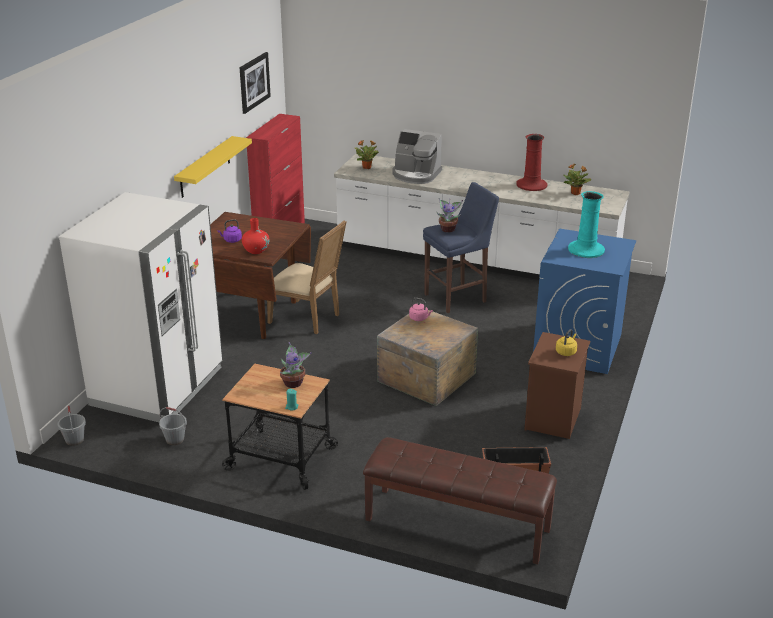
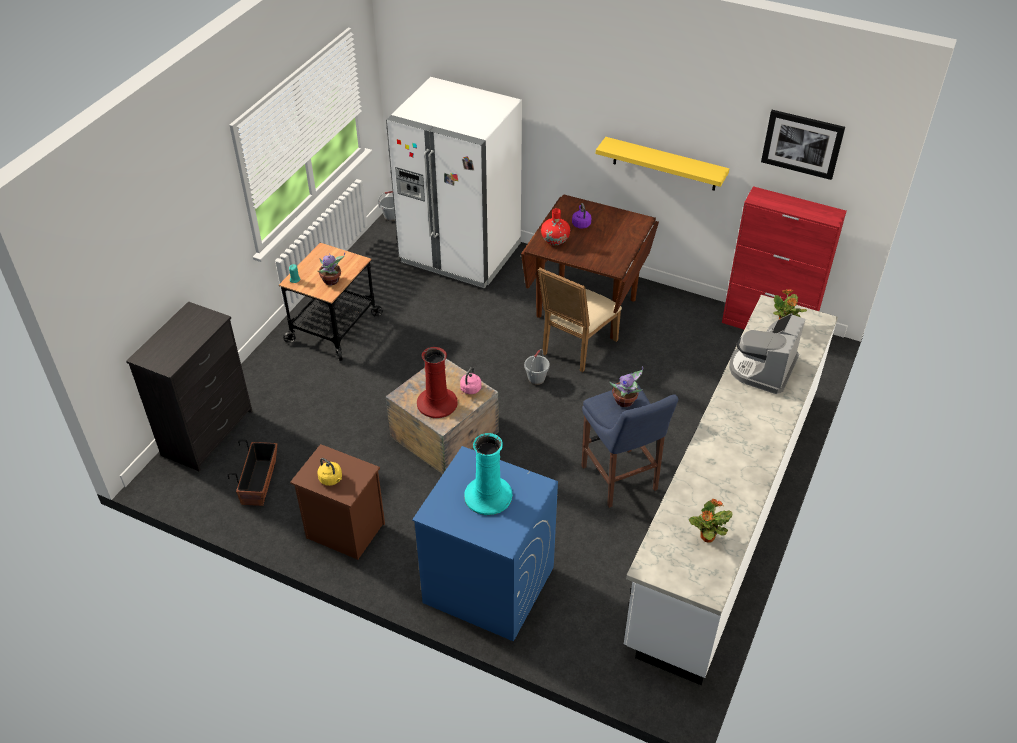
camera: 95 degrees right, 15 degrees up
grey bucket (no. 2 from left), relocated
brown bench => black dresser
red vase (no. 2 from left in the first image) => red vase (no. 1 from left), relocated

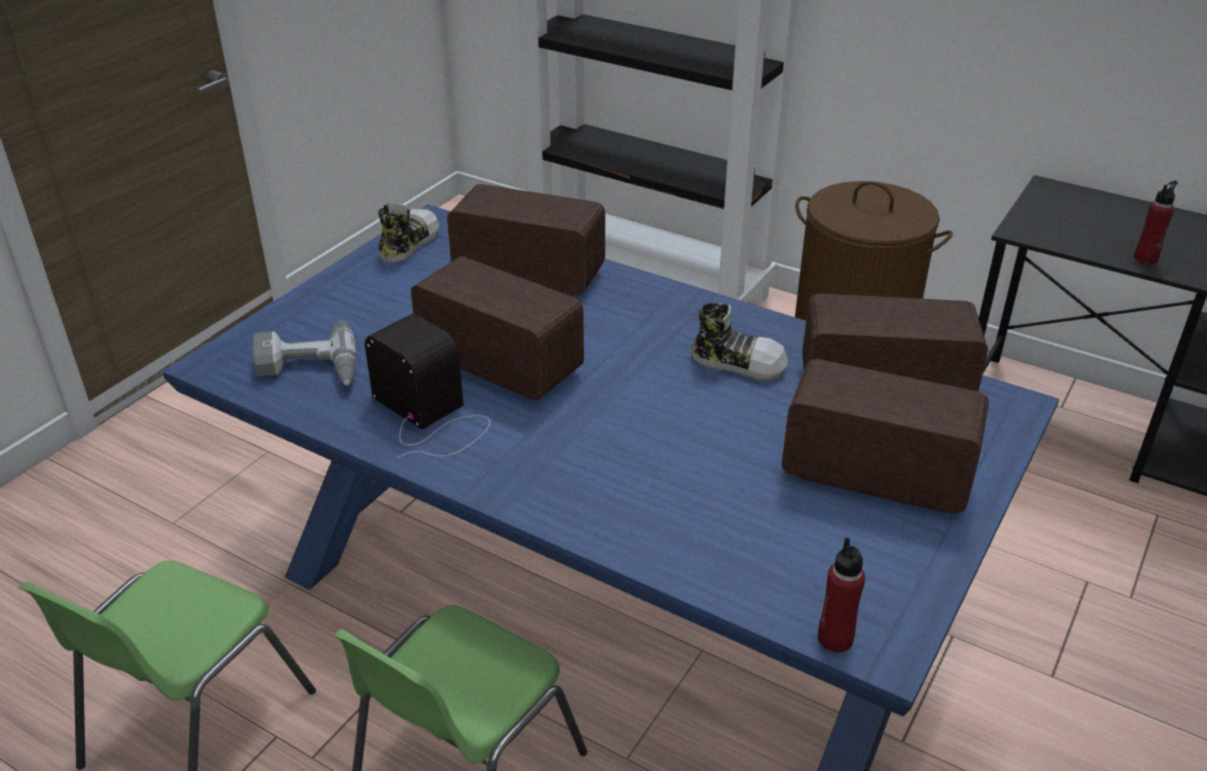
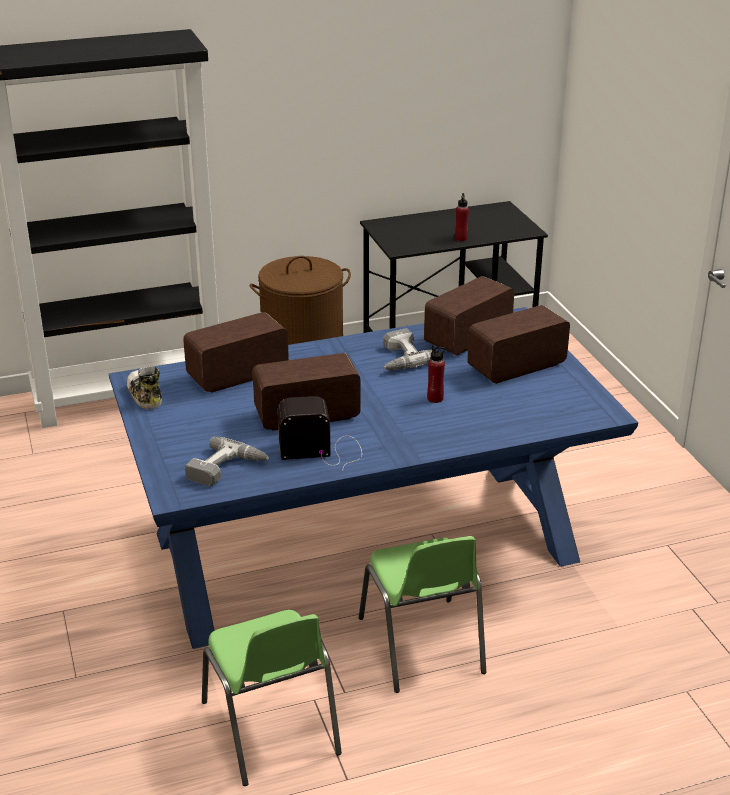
camera: 50 degrees left, 5 degrees down
shoe (no. 2 from left) => power drill (no. 2 from left)
red bottle (no. 1 from left), relocated

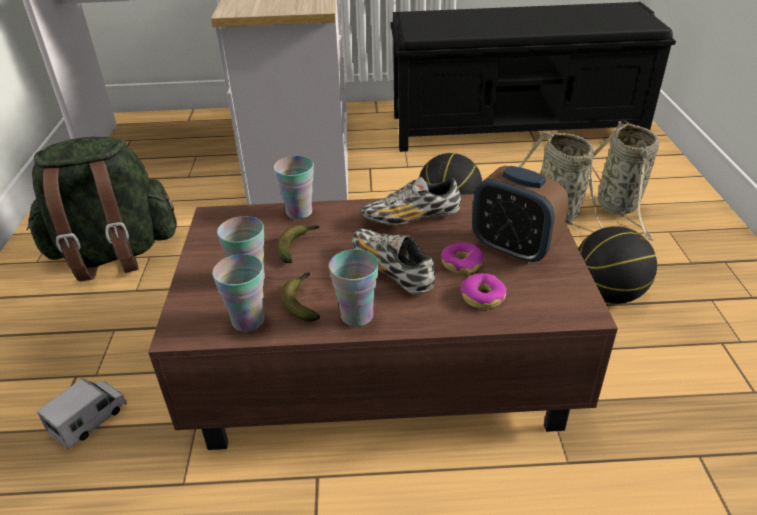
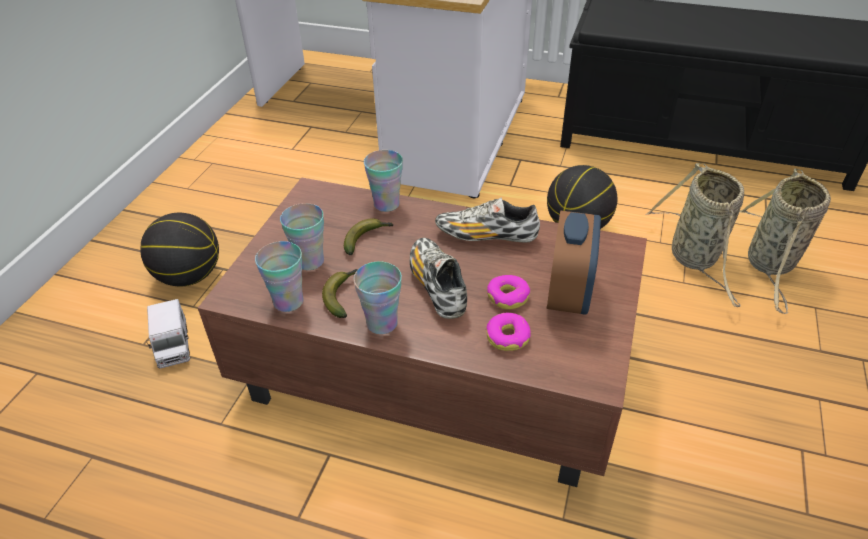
camera: 20 degrees right, 5 degrees up
green backpack => nothing
toy truck, 105 degrees clockwise
alarm clock, 135 degrees counterclockwise
basketball (no. 2 from left in the first image) => basketball (no. 1 from left), relocated

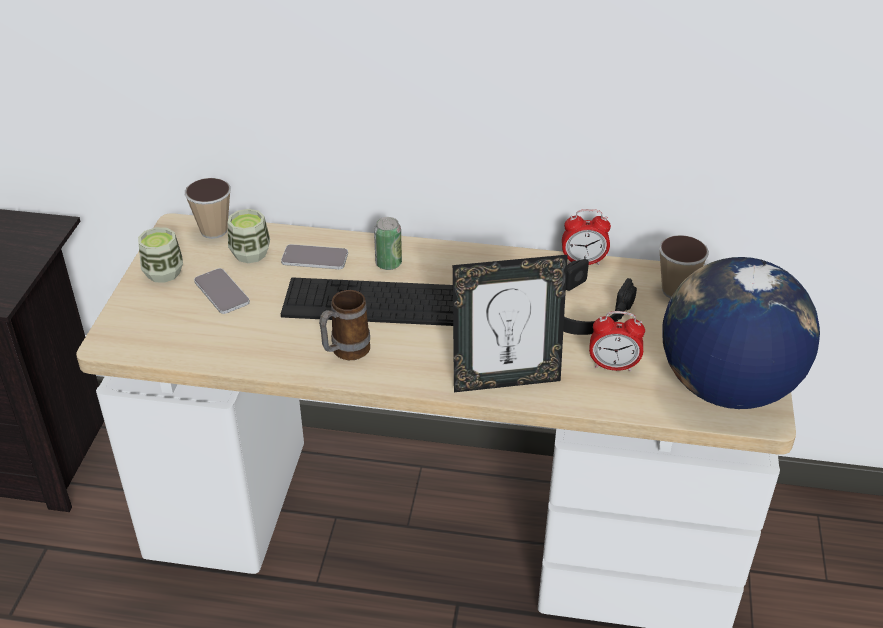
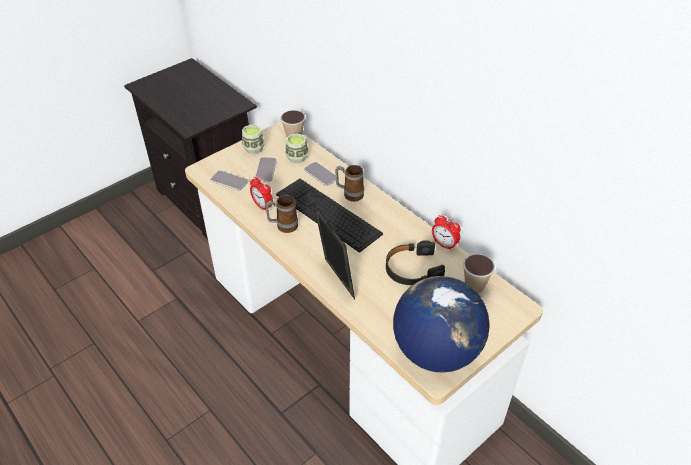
camera: 40 degrees right, 5 degrees up
can => mug (no. 2 from left)
picture frame, 150 degrees counterclockwise
alarm clock (no. 2 from left in the first image) => alarm clock (no. 1 from left), relocated
nothing => phone (no. 1 from left)

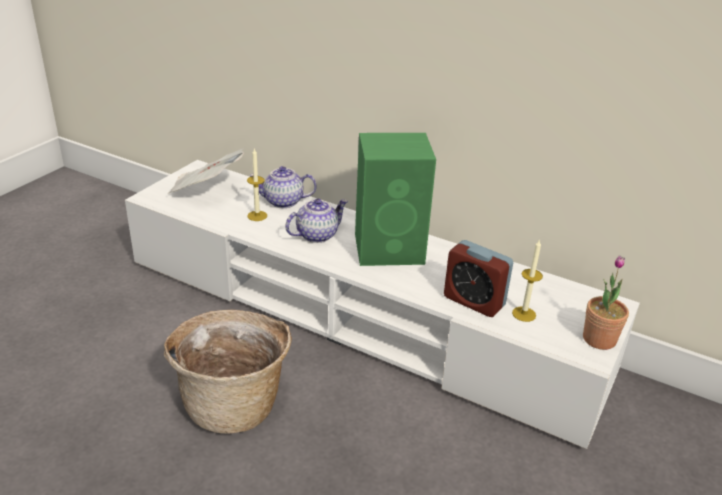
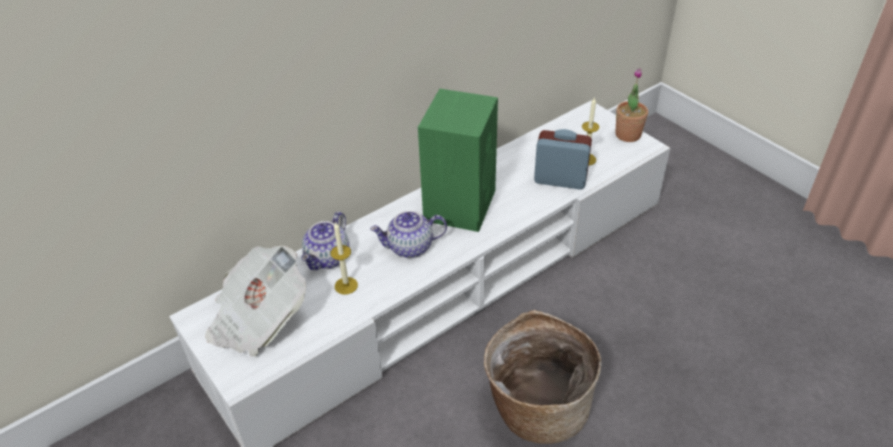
camera: 65 degrees left, 10 degrees up
teapot (no. 2 from left), 90 degrees counterclockwise
alarm clock, 135 degrees counterclockwise

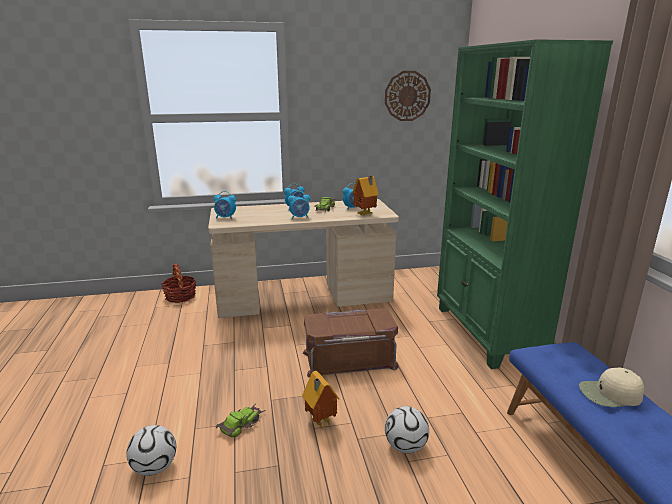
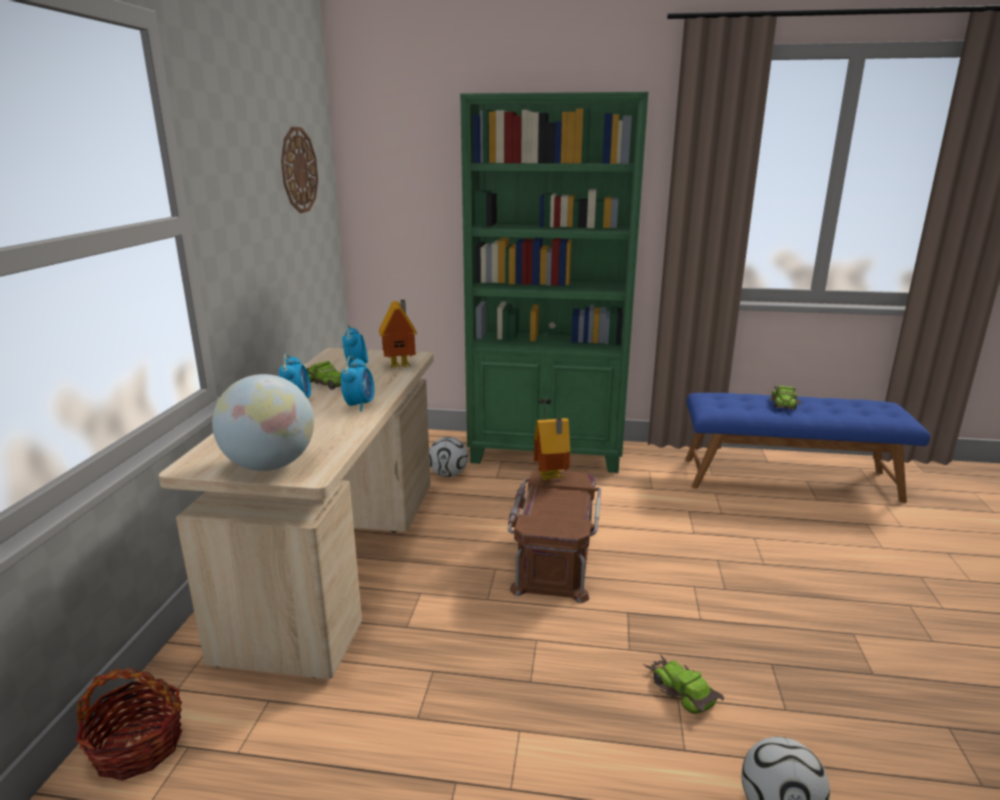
camera: 70 degrees left, 0 degrees up
alarm clock (no. 1 from left) => globe
toy house (no. 1 from left in the first image) => toy house (no. 2 from left), relocated
football (no. 2 from left in the first image) => football (no. 1 from left), relocated
beige cap => toy car (no. 3 from left)

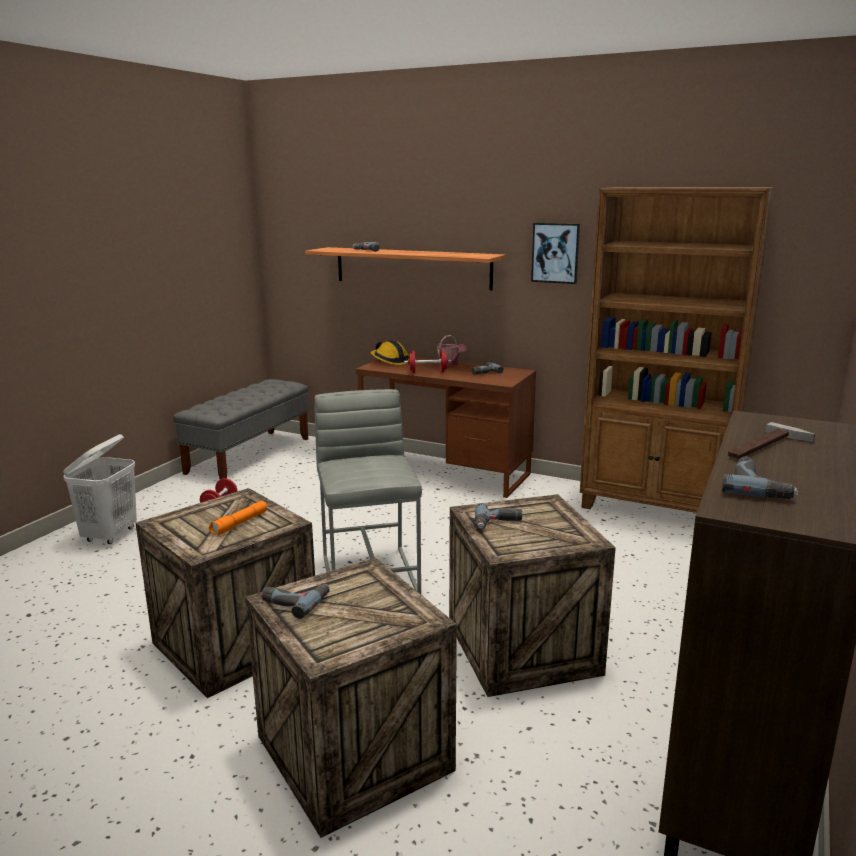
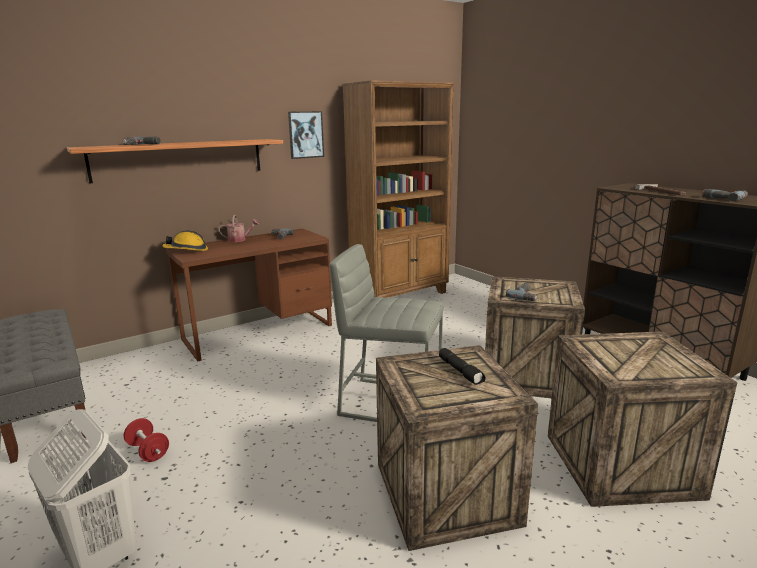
camera: 60 degrees left, 0 degrees up
orange flashlight => black flashlight
power drill (no. 1 from left) => nothing
red dumbbell (no. 2 from left) => nothing

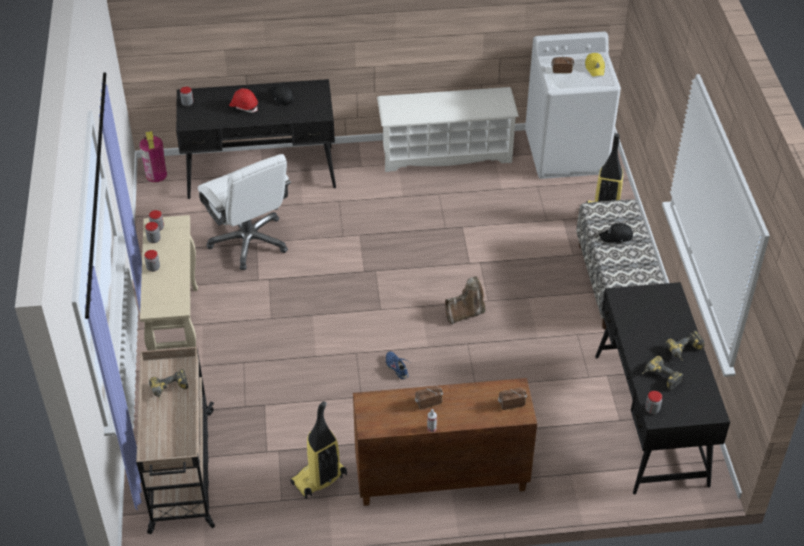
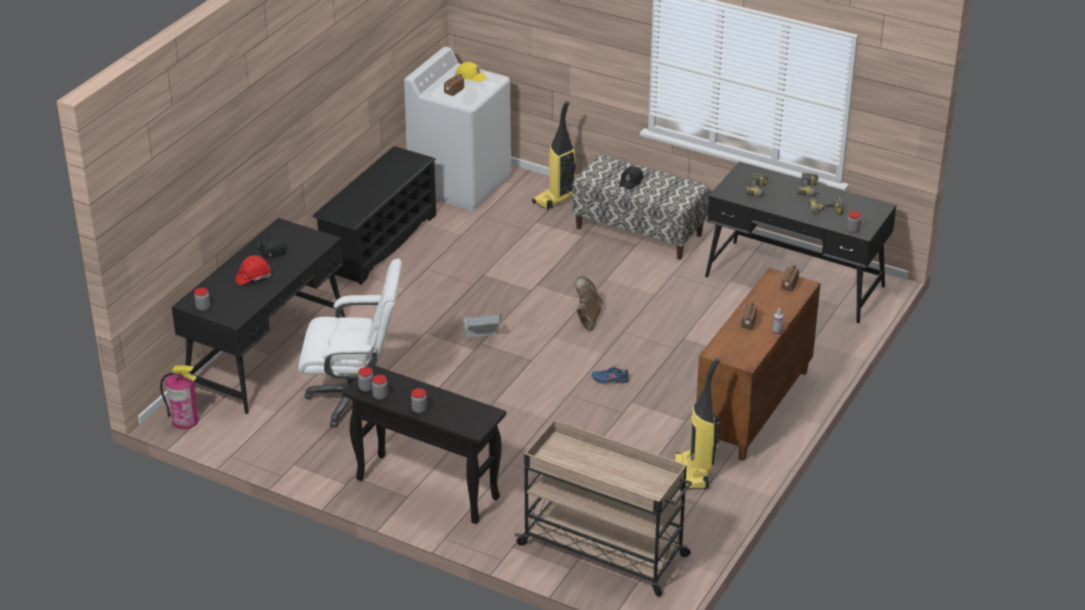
camera: 55 degrees left, 10 degrees down
beige console table => black console table
power drill (no. 1 from left), relocated
white shoe rack => black shoe rack
nothing => cardboard box

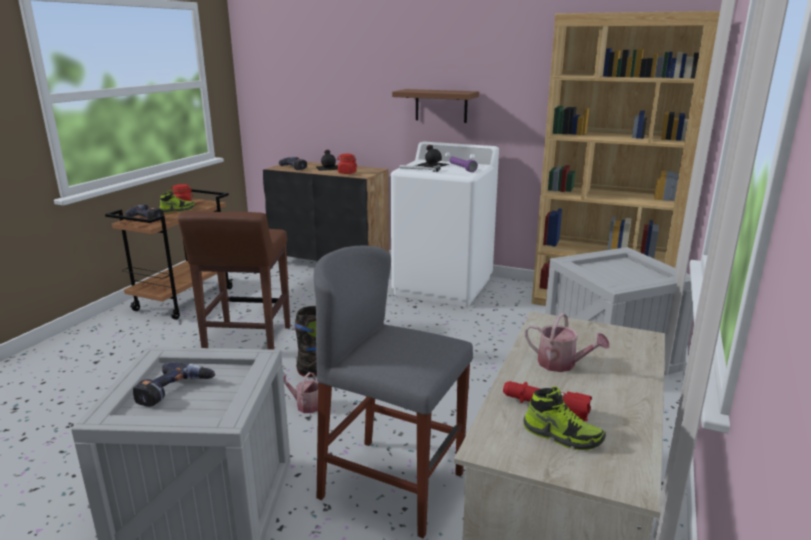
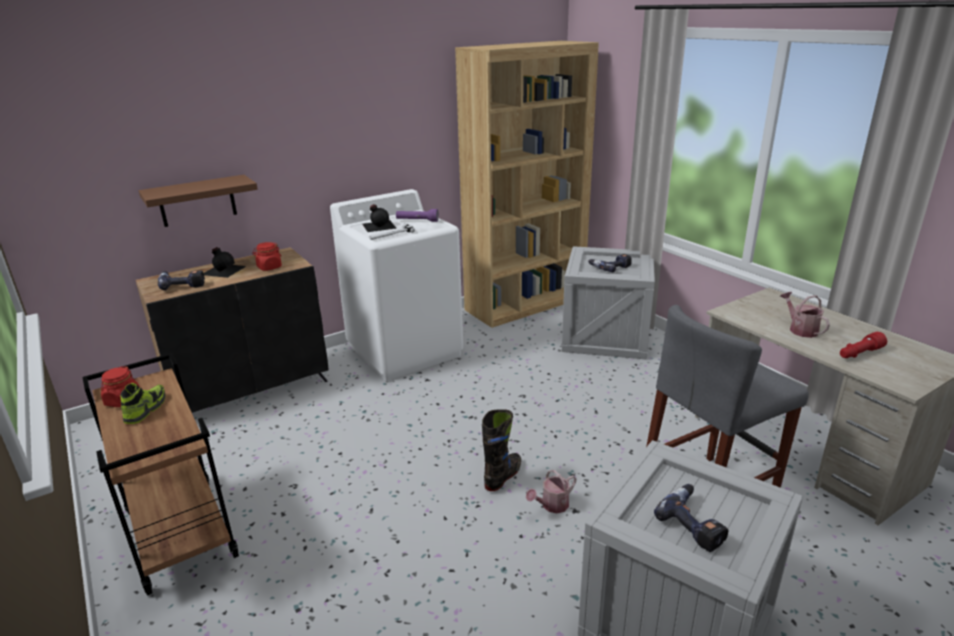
camera: 55 degrees left, 5 degrees up
power drill (no. 1 from left in the first image) => power drill (no. 2 from left), relocated
brown stool => nothing
brown shelf, relocated
shoe (no. 2 from left) => nothing
watering can (no. 2 from left), 90 degrees counterclockwise

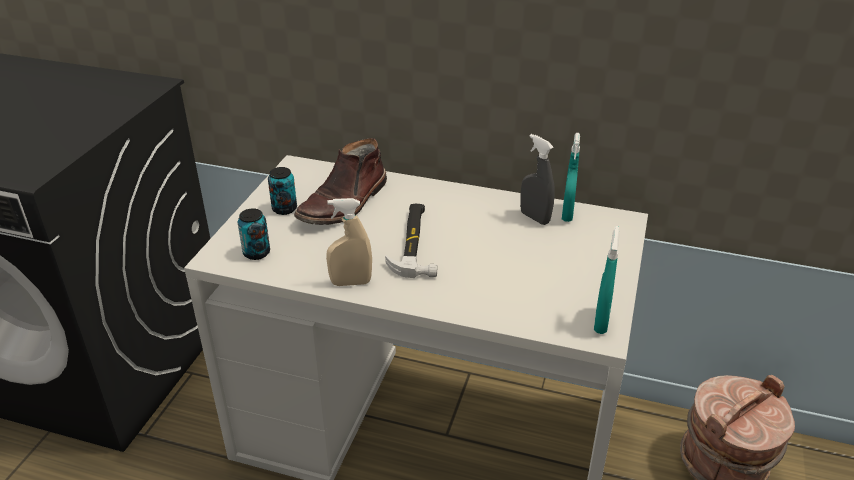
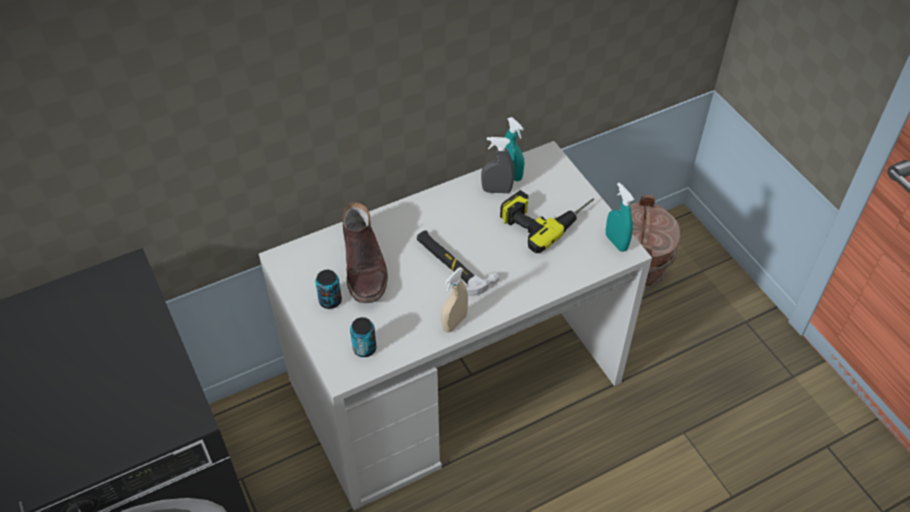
camera: 45 degrees left, 15 degrees up
nothing => power drill

